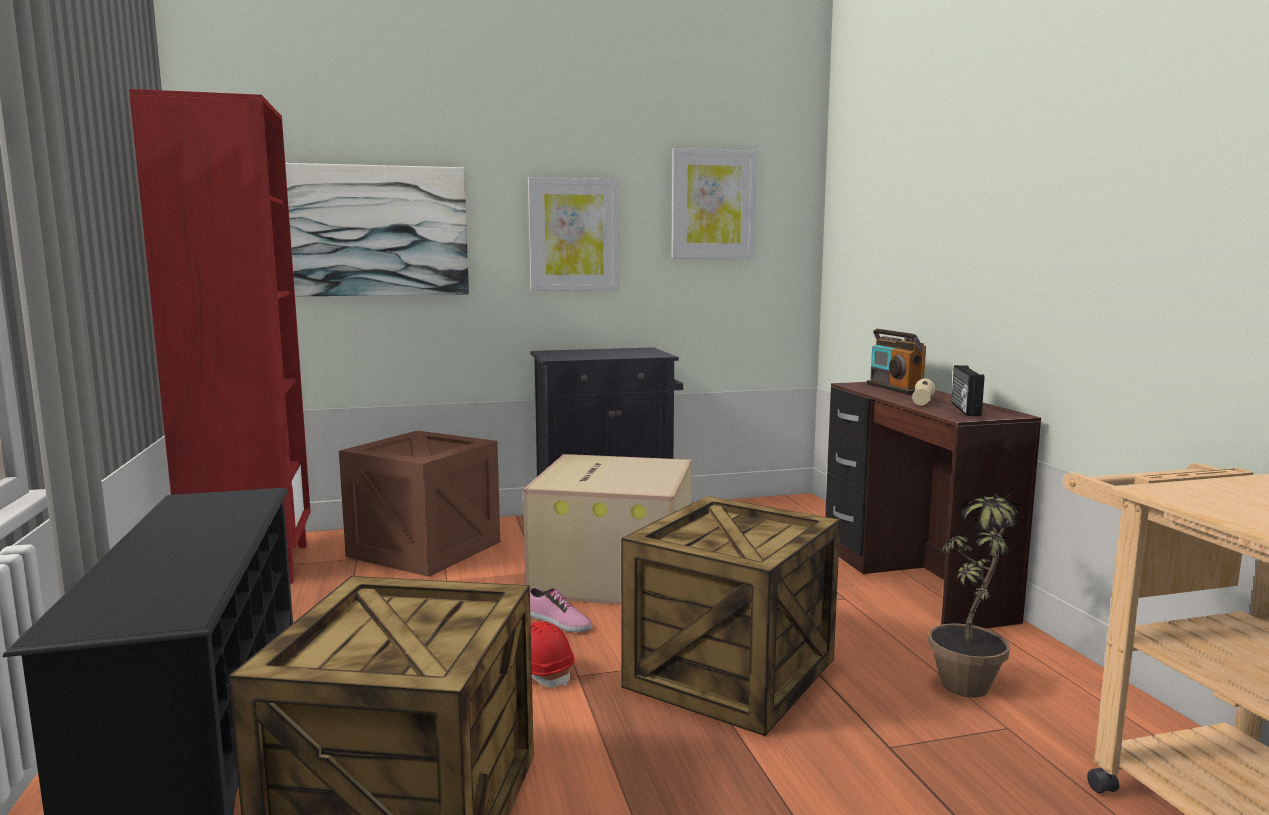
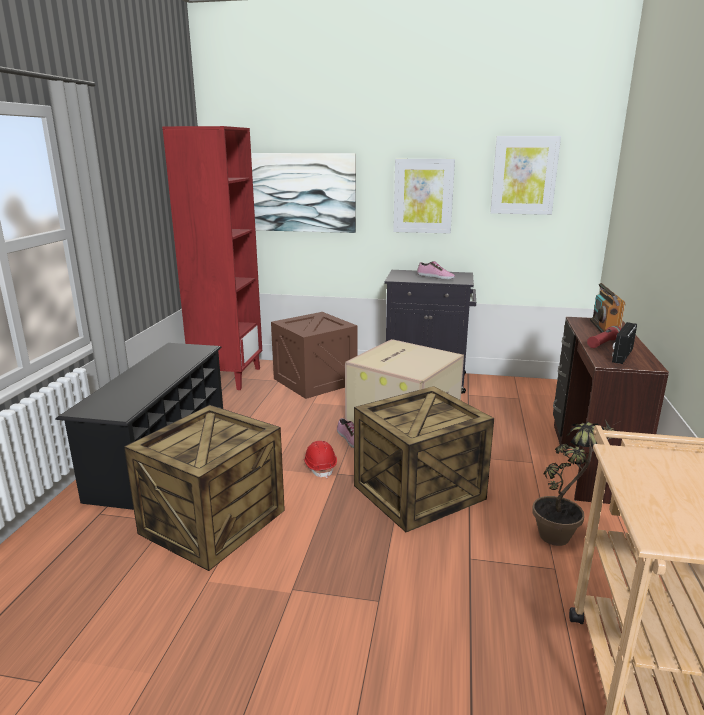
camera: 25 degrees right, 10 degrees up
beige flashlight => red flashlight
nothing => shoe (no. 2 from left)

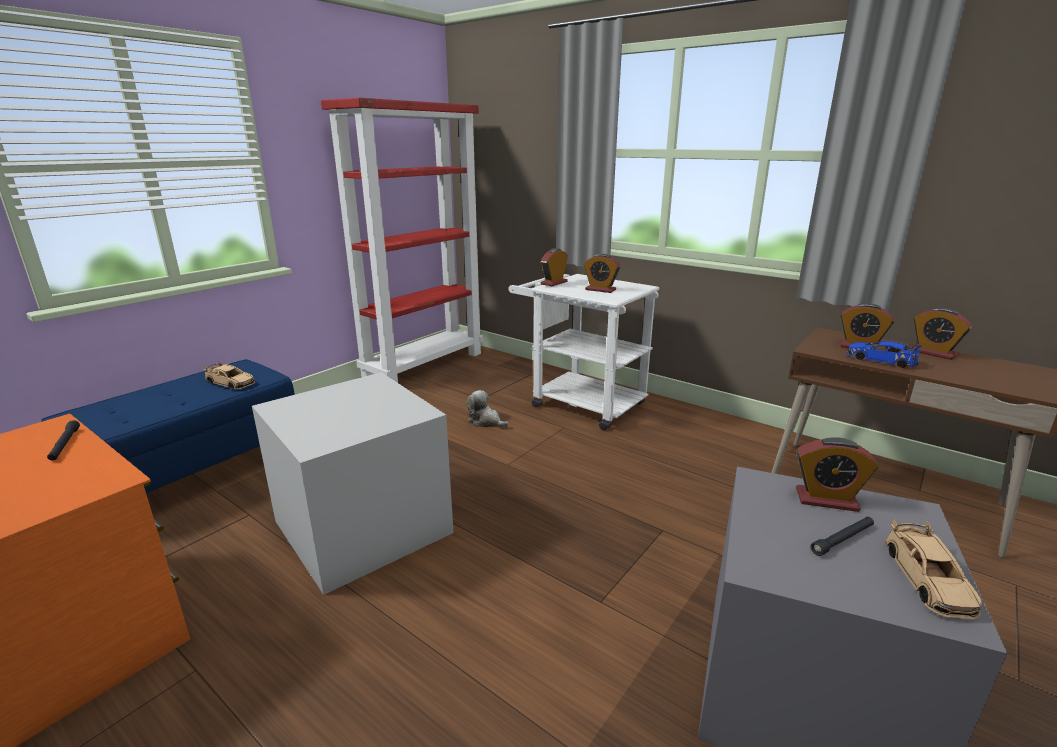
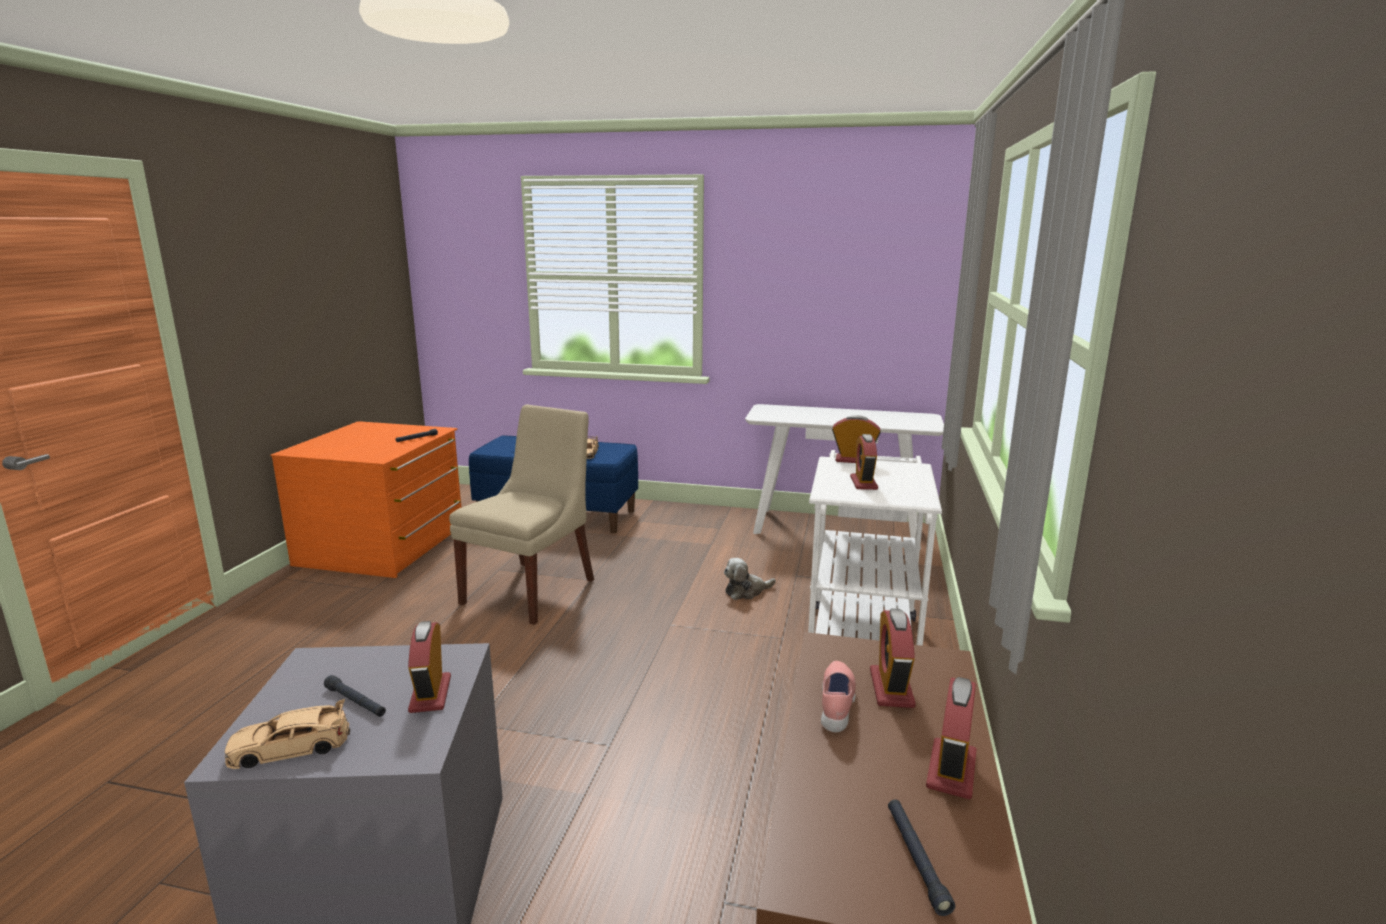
camera: 65 degrees right, 5 degrees down
grey storage box (no. 1 from left) => beige chair
red bookcase => white console table
plush toy, 120 degrees counterclockwise
blue toy car => pink shoe
nothing => black flashlight (no. 3 from left)

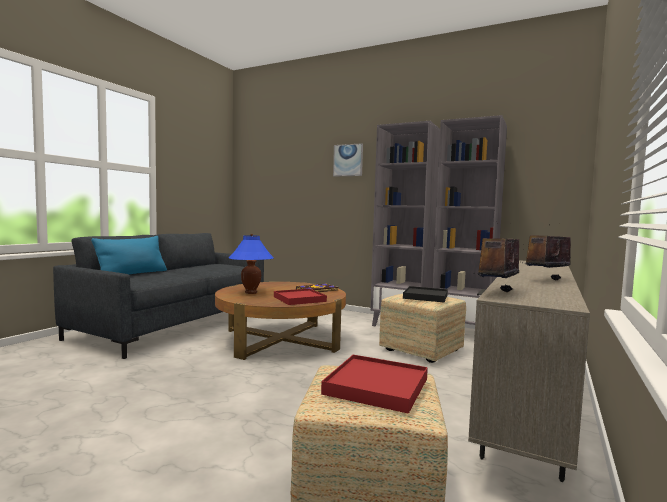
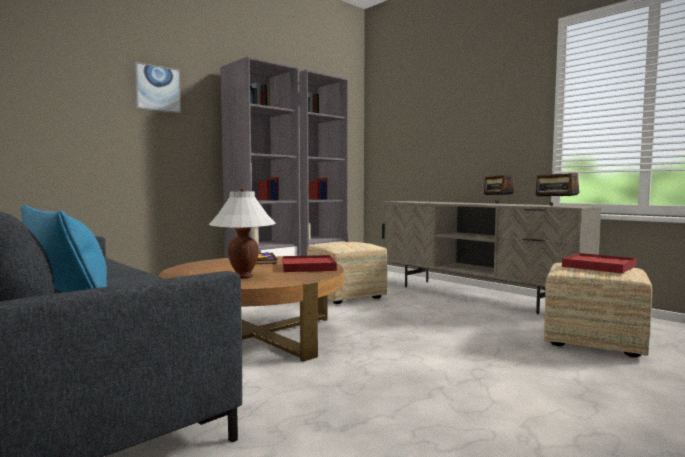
camera: 70 degrees left, 0 degrees up
blue table lamp => white table lamp
black tray => nothing

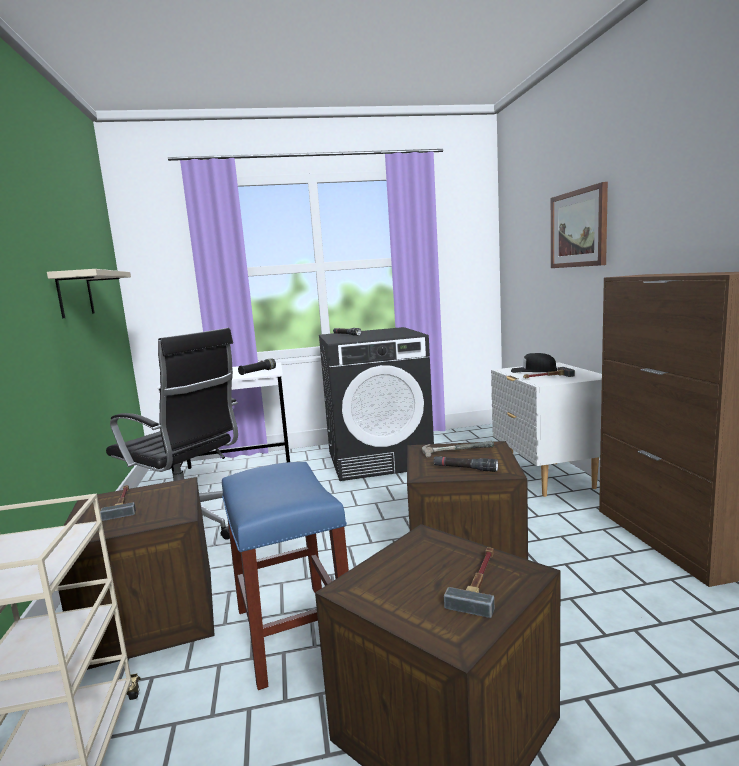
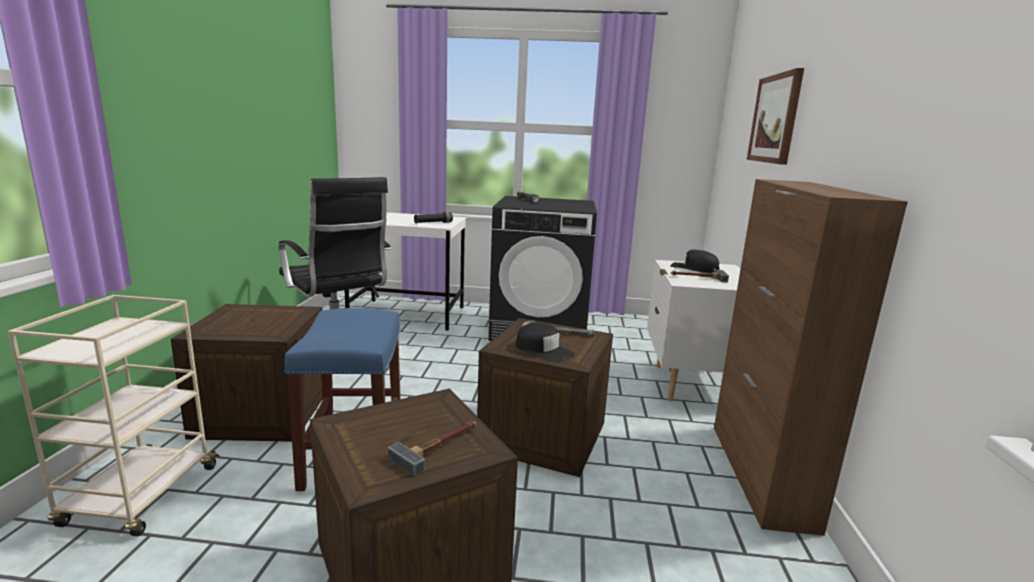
camera: 15 degrees right, 5 degrees up
beige shelf => nothing
hammer (no. 1 from left) => nothing
black flashlight (no. 3 from left) => black cap (no. 1 from left)

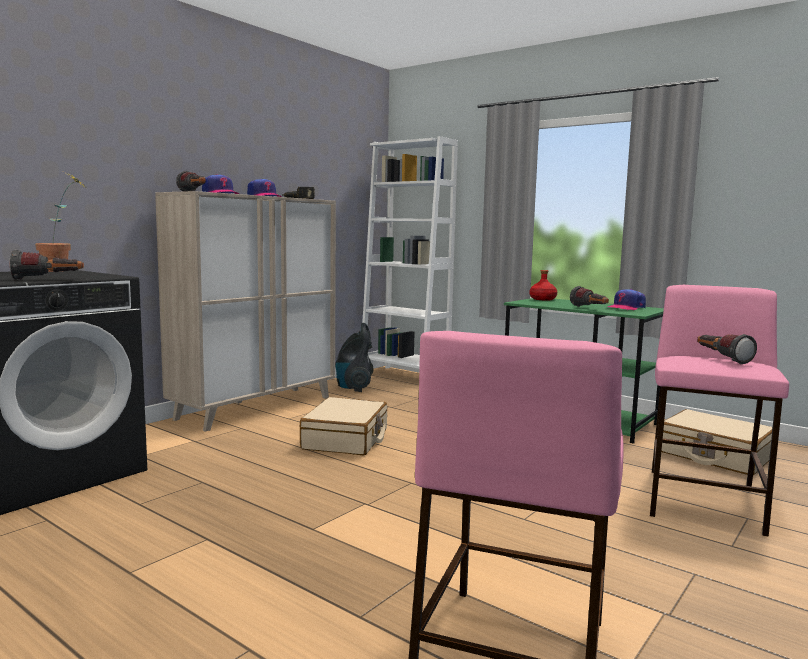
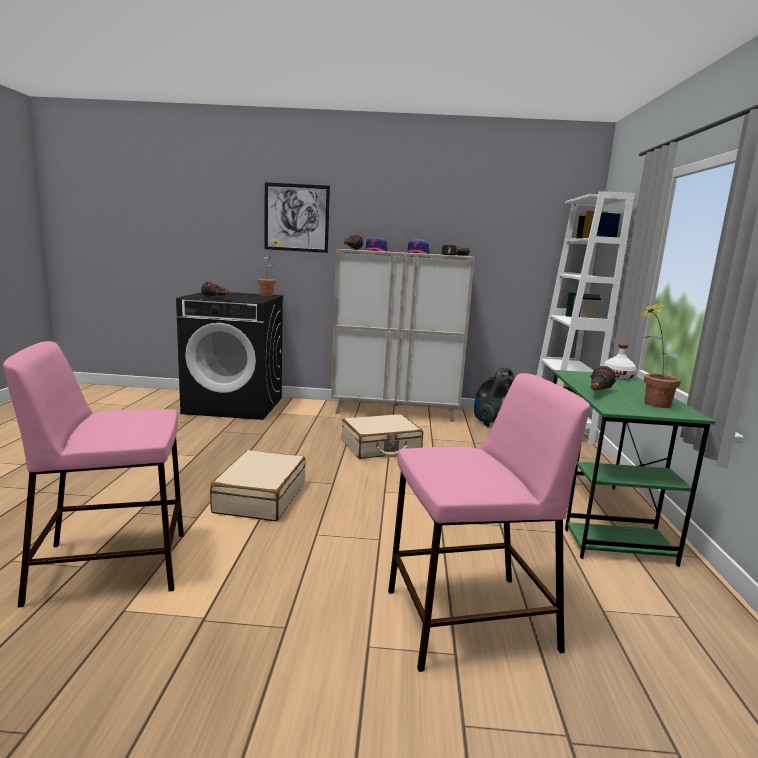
camera: 55 degrees right, 5 degrees up
red bottle => white bottle
cap (no. 3 from left) => potted plant (no. 2 from left)
beige suitcase (no. 2 from left in the first image) => beige suitcase (no. 1 from left), relocated
flashlight (no. 4 from left) => nothing
nothing => picture

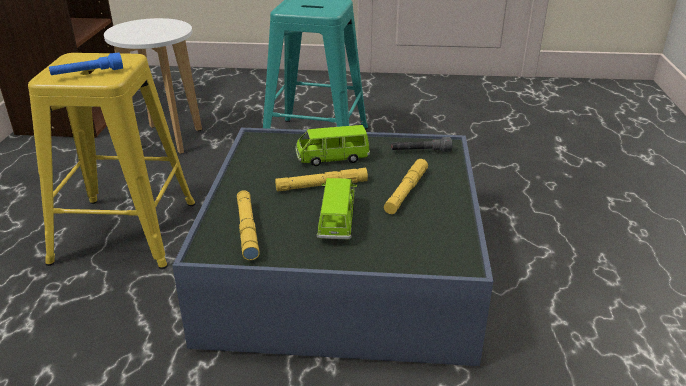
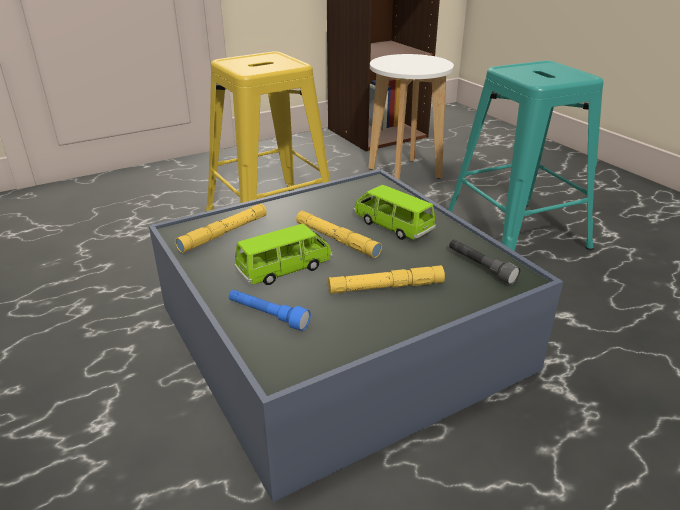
camera: 55 degrees right, 0 degrees up
blue flashlight, relocated

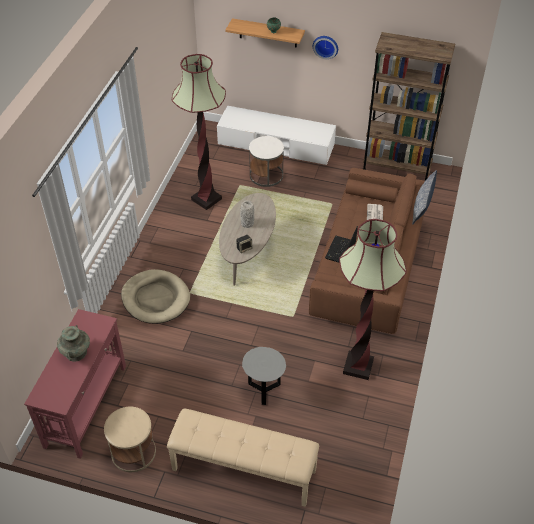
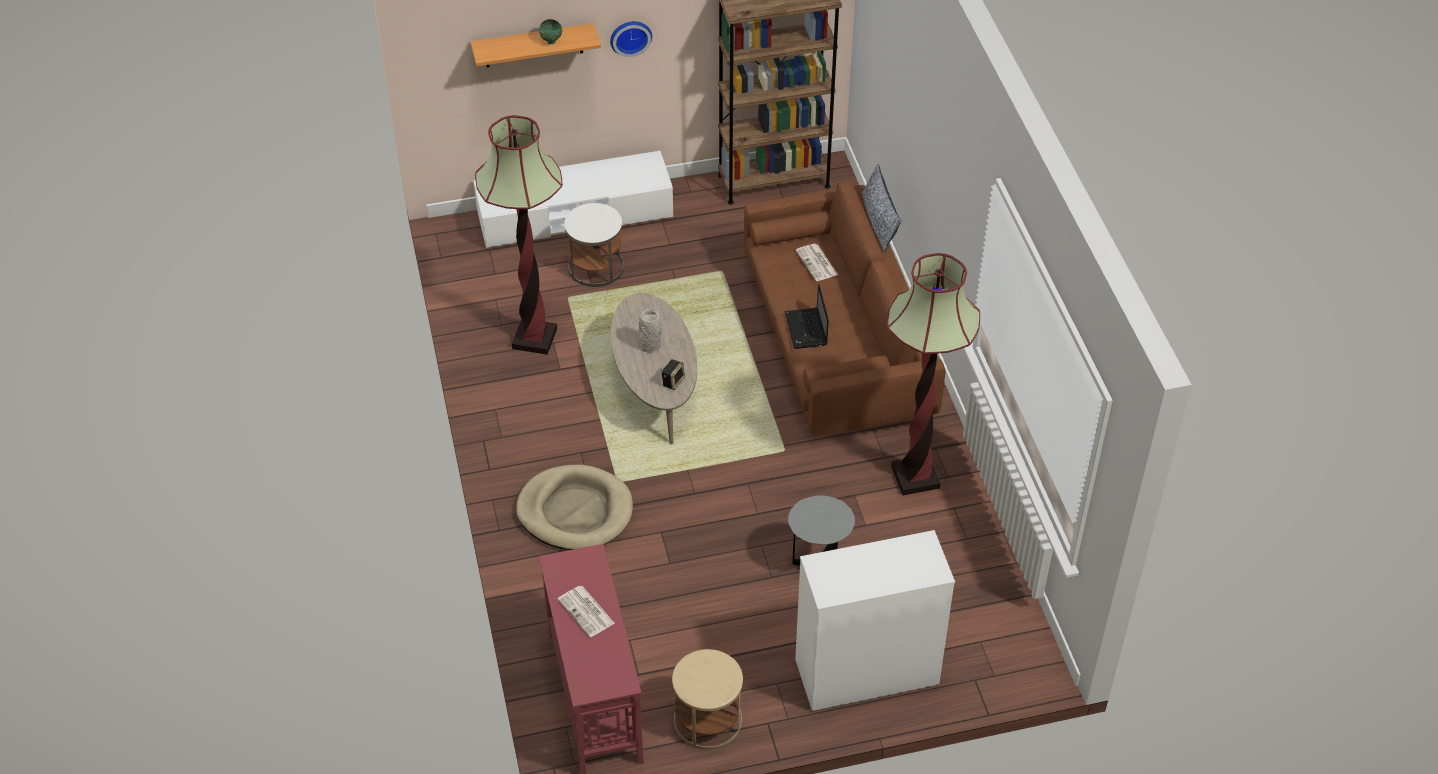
camera: 30 degrees left, 0 degrees up
turquoise vase => newspaper (no. 1 from left)
beige bench => white dresser

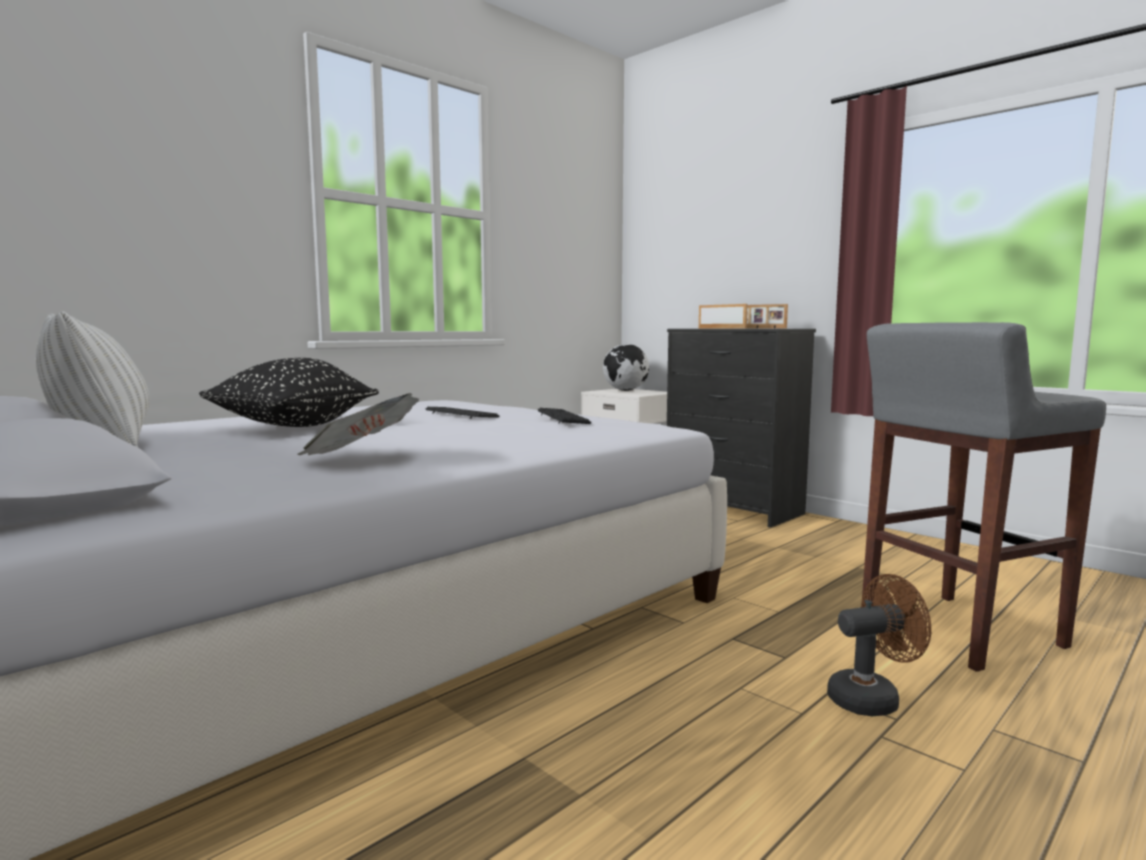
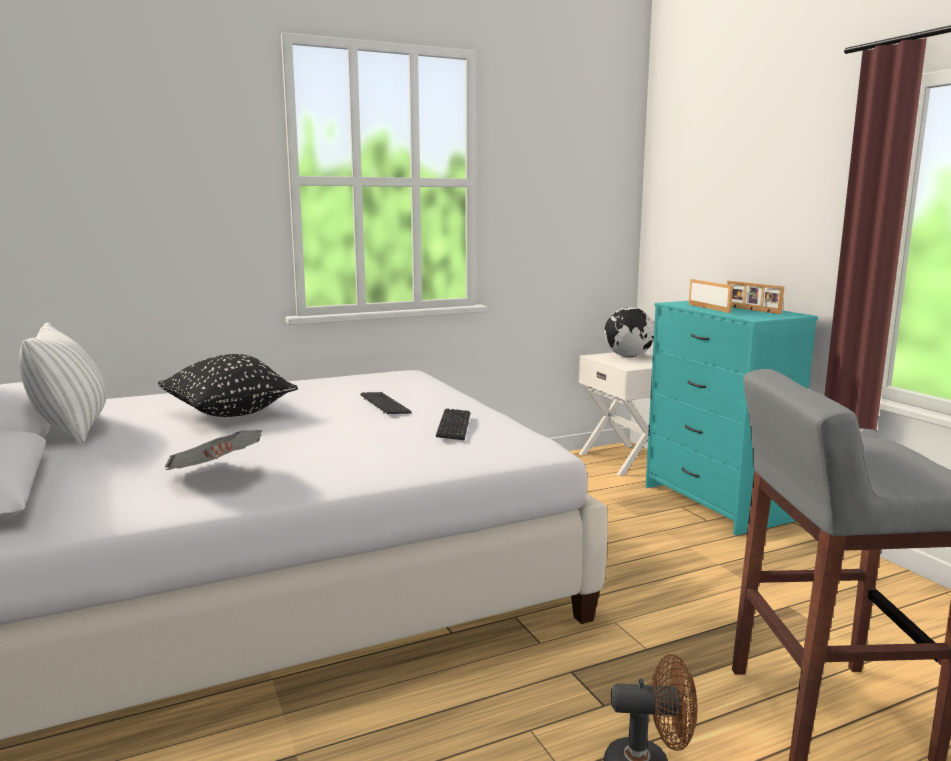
camera: 20 degrees right, 5 degrees up
black dresser => turquoise dresser

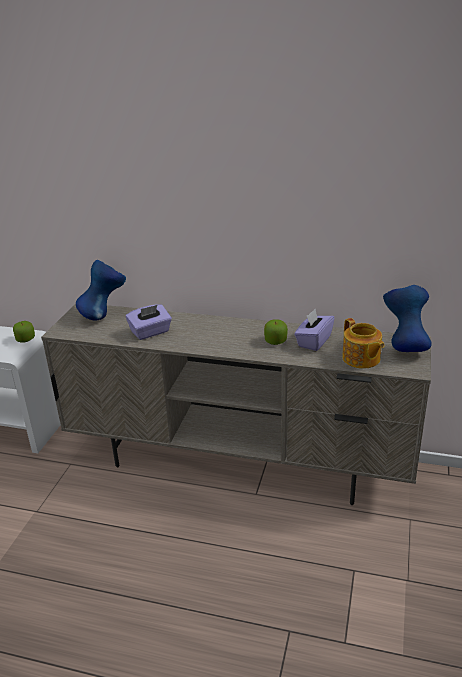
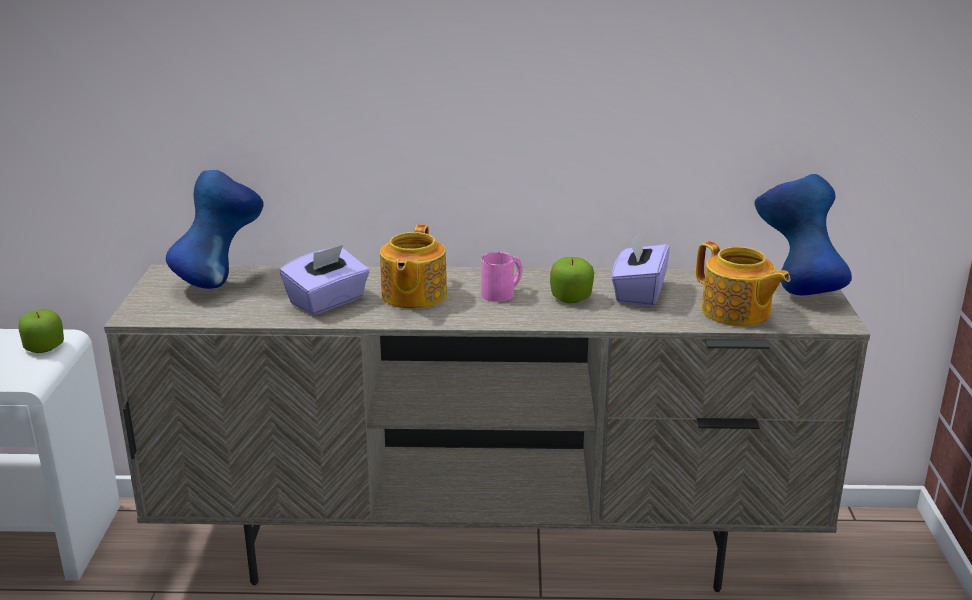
camera: 15 degrees left, 5 degrees down
nothing => teapot (no. 1 from left)
nothing => pink mug

